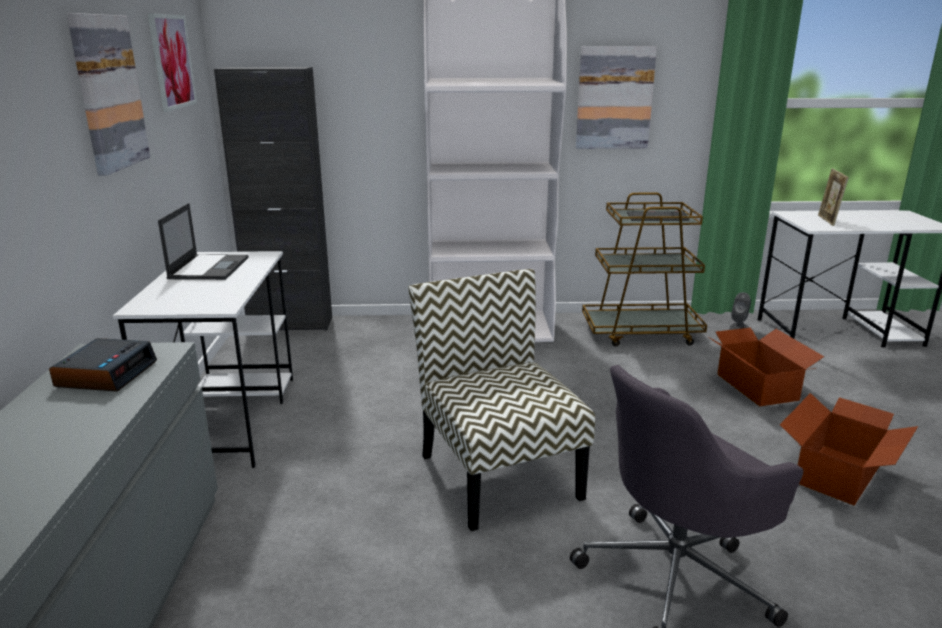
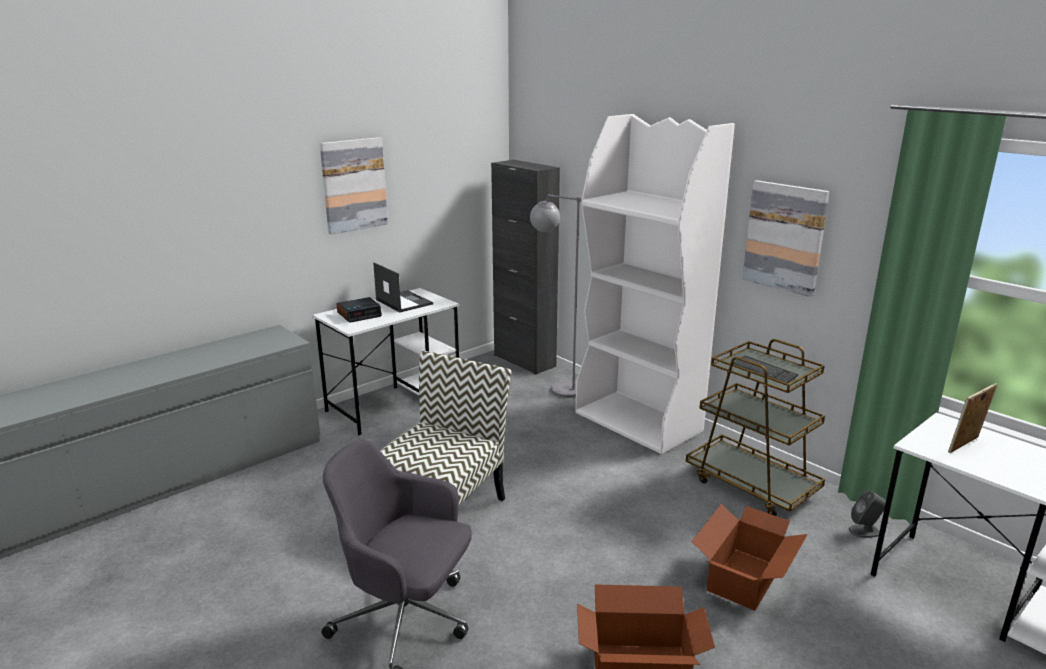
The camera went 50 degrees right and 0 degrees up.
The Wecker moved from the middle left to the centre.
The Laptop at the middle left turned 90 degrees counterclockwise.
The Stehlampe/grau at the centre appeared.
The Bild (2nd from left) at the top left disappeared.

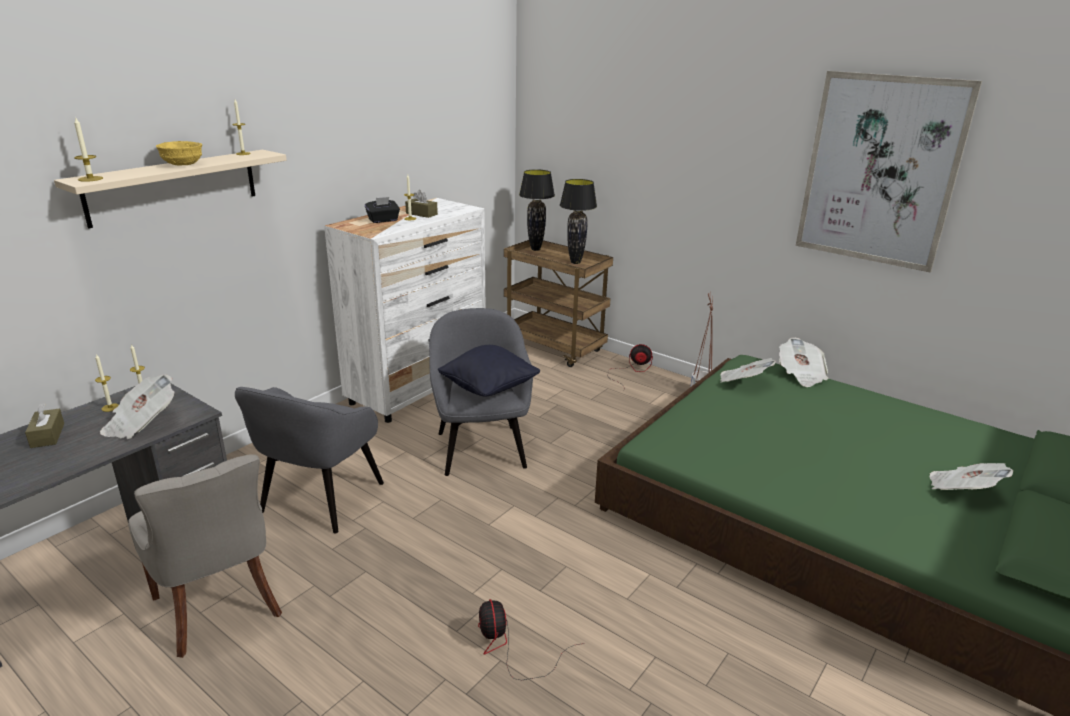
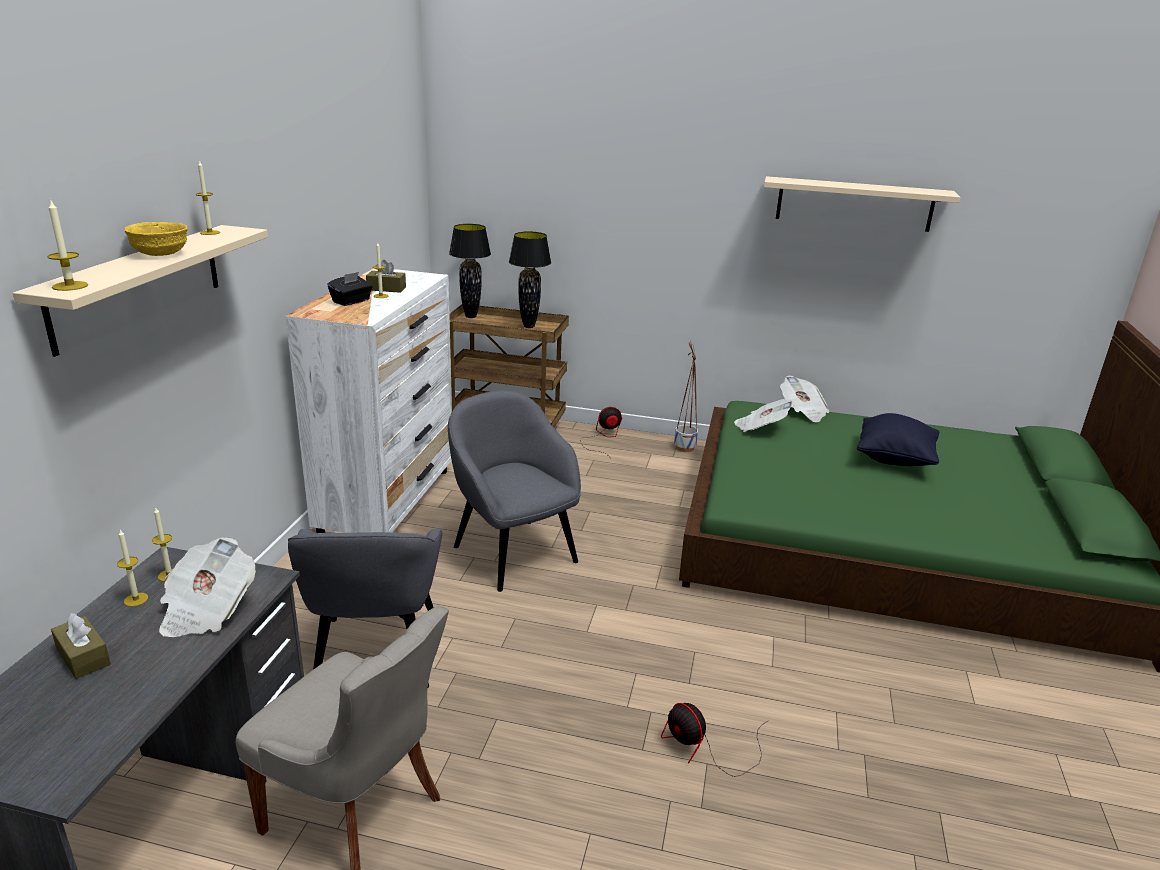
The camera went 25 degrees left and 0 degrees up.
The Bild at the top right was replaced by the Wandregal/beige (2nd from left) at the top right.
The Kissen/schwarz moved from the centre to the middle right.
The Zeitung (4th from left) at the middle right disappeared.

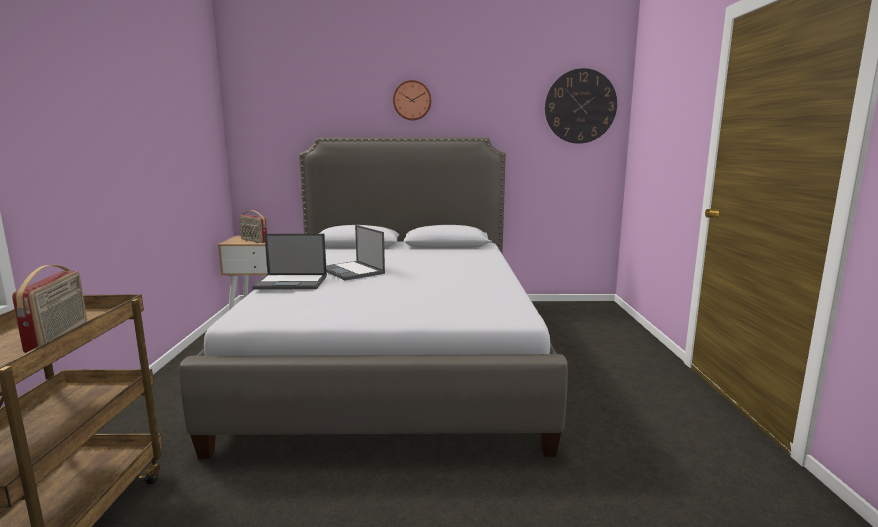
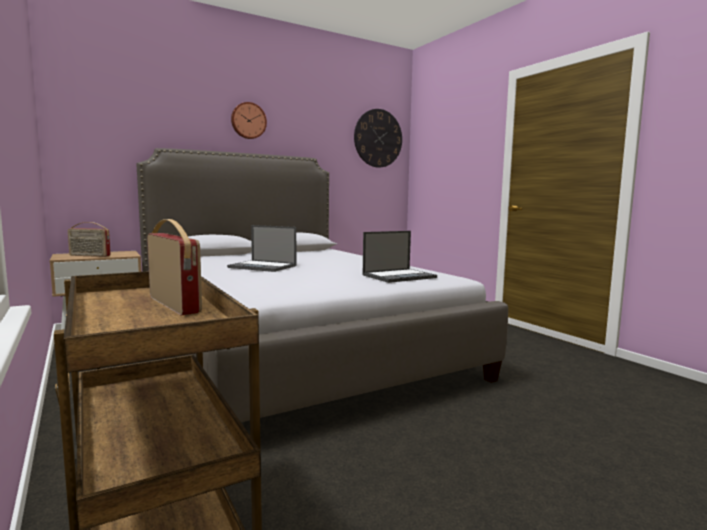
The camera went 30 degrees left and 5 degrees down.
The Laptop (1st from left in the first image) moved from the middle left to the centre.

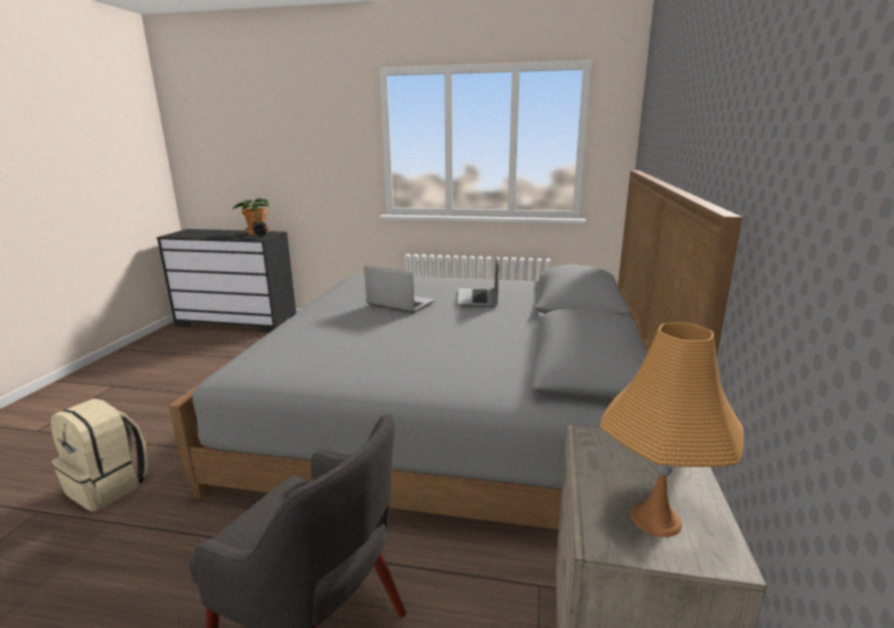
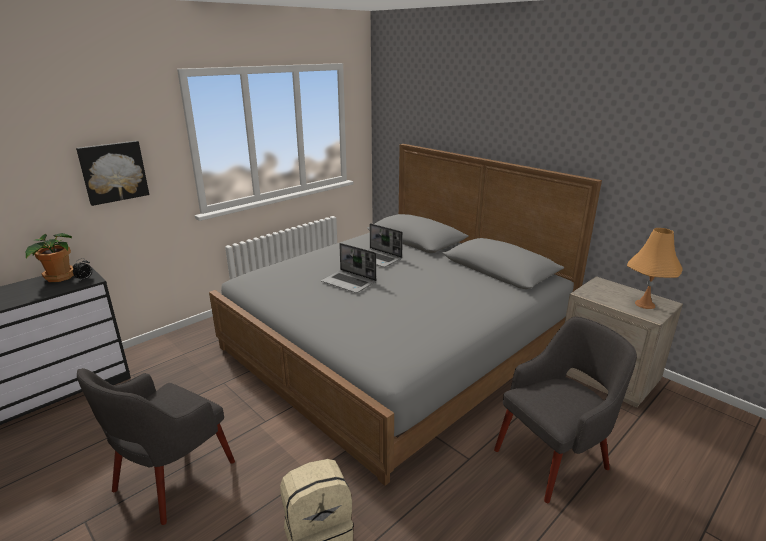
The camera went 55 degrees left and 5 degrees up.
The Bild at the top left appeared.
The Sessel/grau (1st from left) at the bottom left appeared.
The Laptop (1st from left) at the centre turned 120 degrees counterclockwise.

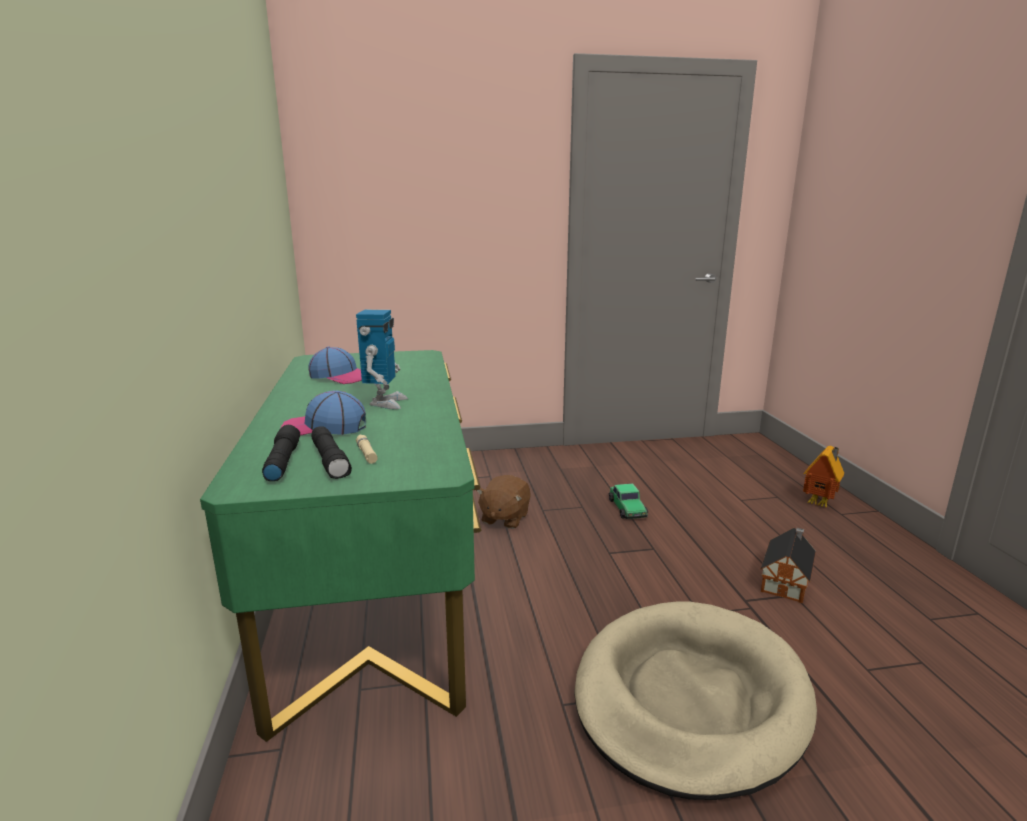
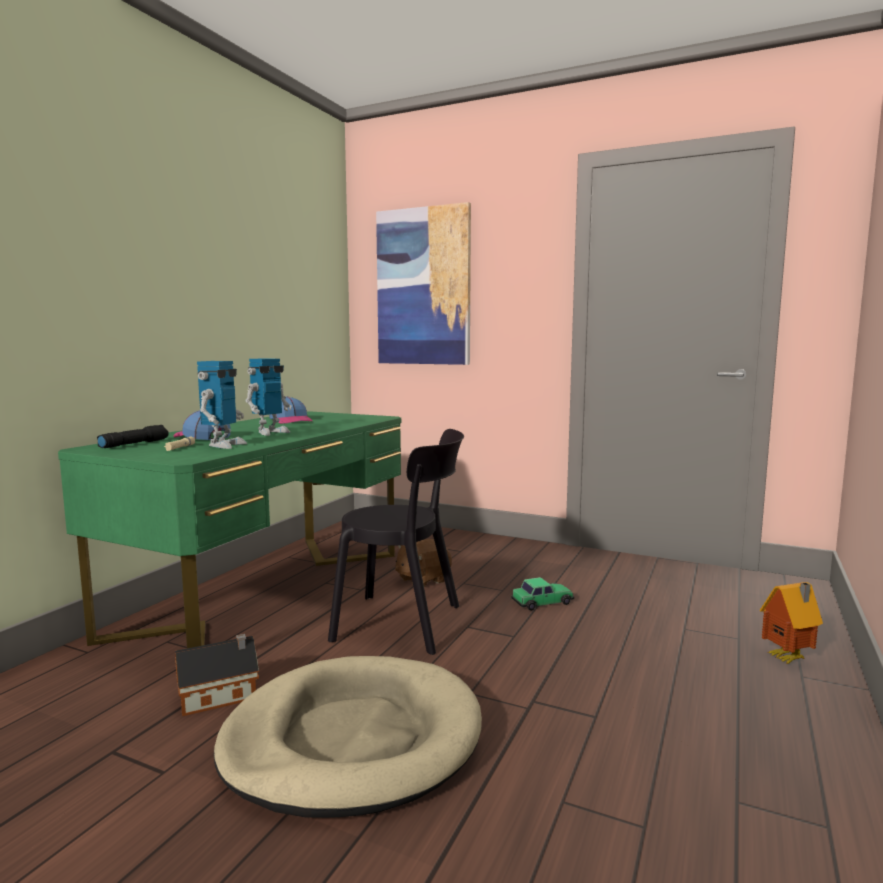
The camera went 35 degrees right and 10 degrees down.
The Spielzeughaus (1st from left) moved from the bottom right to the bottom left.
The Spielzeugroboter (1st from left) at the middle left appeared.
The Stuhl/schwarz at the centre appeared.
The Bild at the top centre appeared.
The Spielzeugauto at the centre turned 135 degrees counterclockwise.
The Taschenlampe/schwarz (2nd from left) at the middle left disappeared.

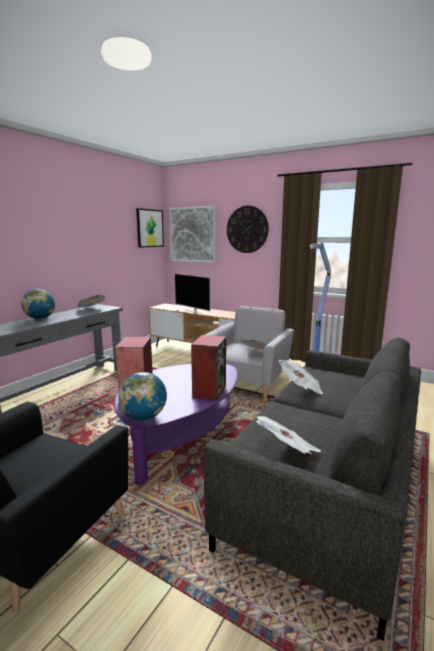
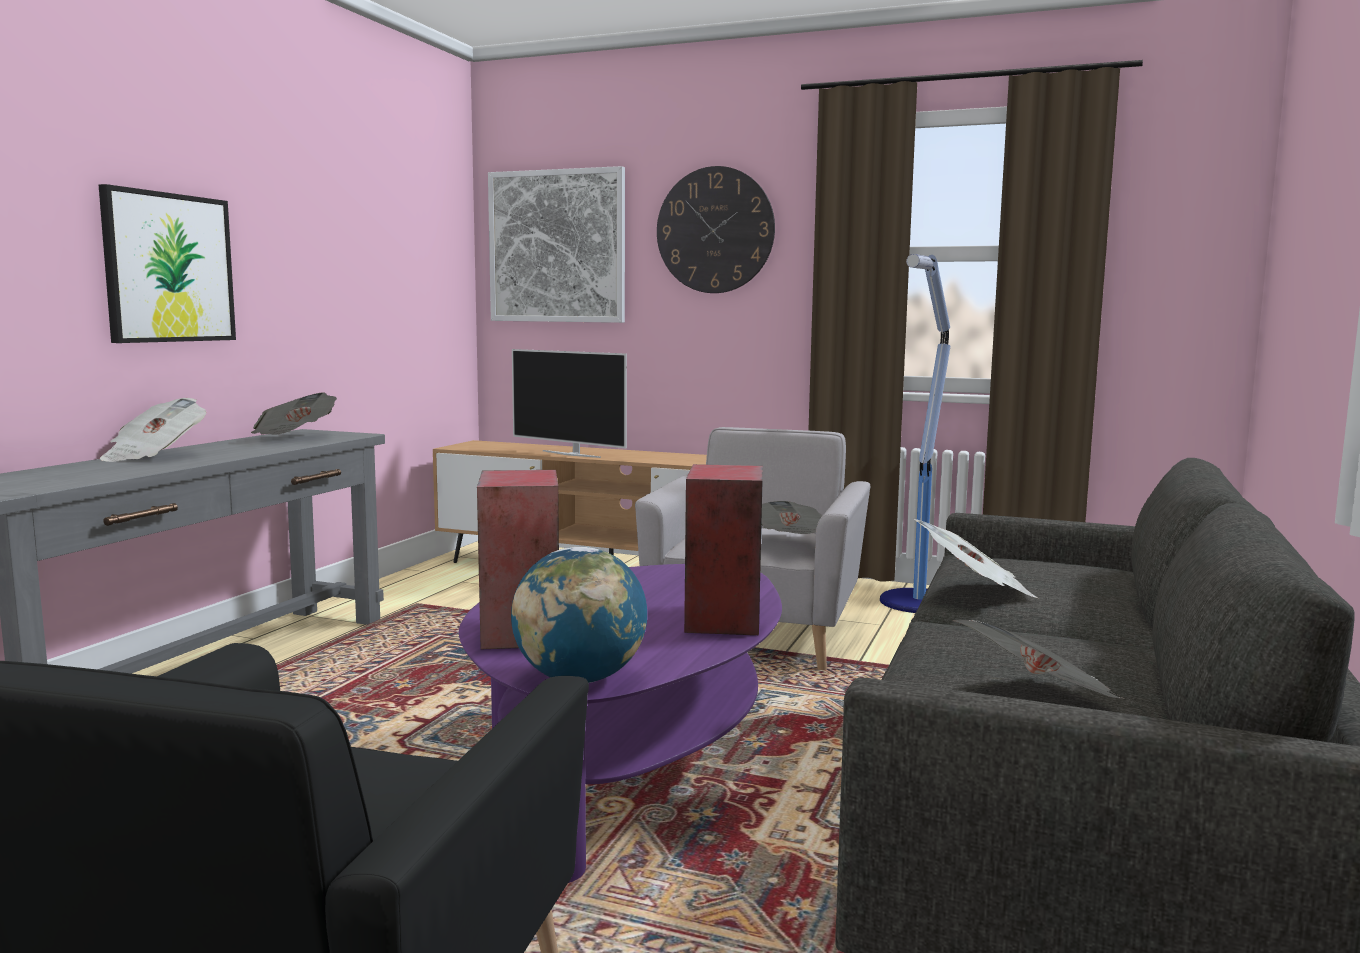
The camera went 10 degrees left and 5 degrees down.
The Bild (1st from left) moved from the centre to the top left.
The Globus (1st from left) at the middle left was replaced by the Zeitung (1st from left) at the middle left.

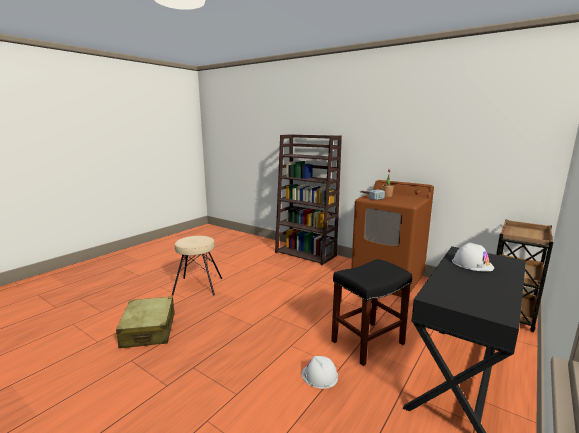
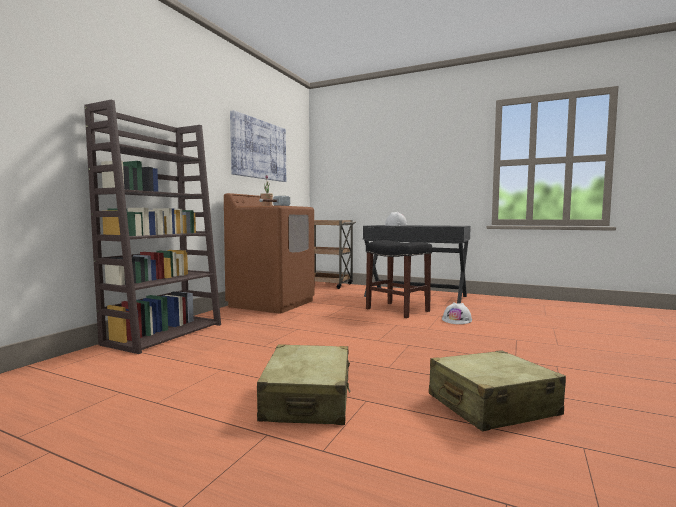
The camera went 100 degrees left and 10 degrees down.
The Bild at the top centre appeared.
The Hocker/beige at the centre was replaced by the Koffer/beige (1st from left) at the bottom centre.

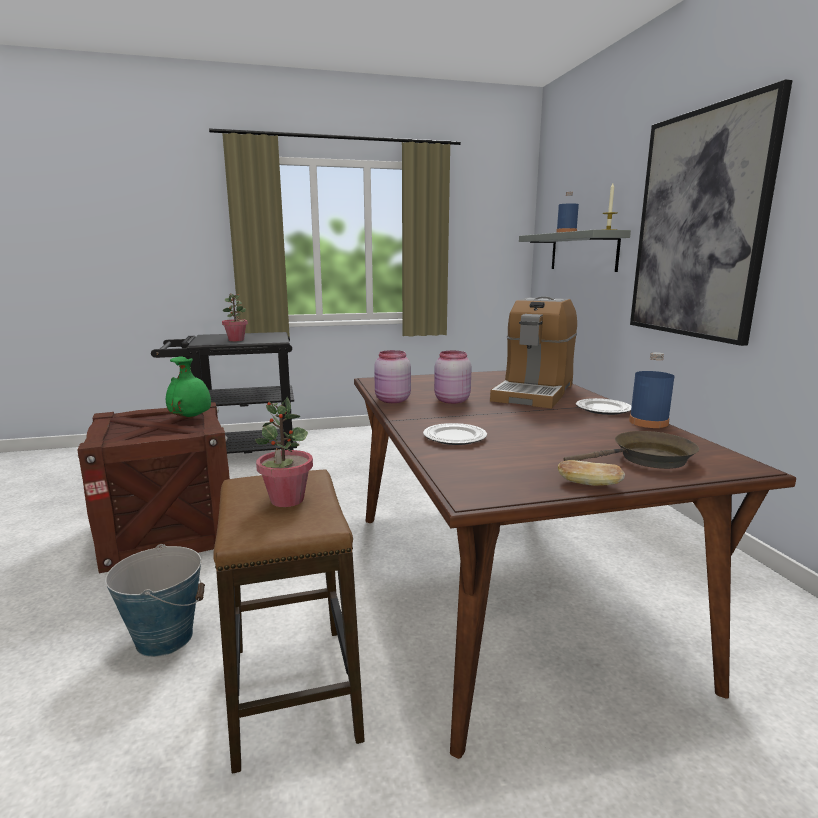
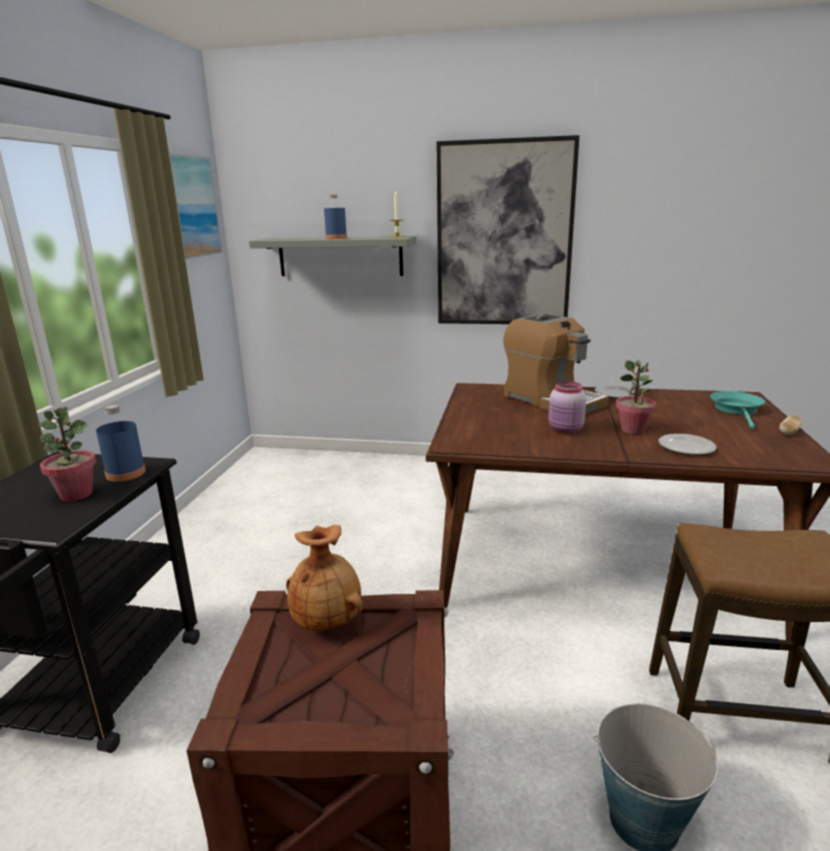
The camera went 65 degrees left and 5 degrees up.
The Flasche/blau (2nd from left in the first image) moved from the middle right to the middle left.
The Bild (1st from left) at the top left appeared.
The Vase/grün at the middle left became the Vase/braun at the bottom centre.
The Topfpflanze (2nd from left) moved from the centre to the middle right.
The Pfanne/braun at the middle right became the Pfanne/türkis at the middle right.
The Vorratsglas/rosa (1st from left) at the centre disappeared.

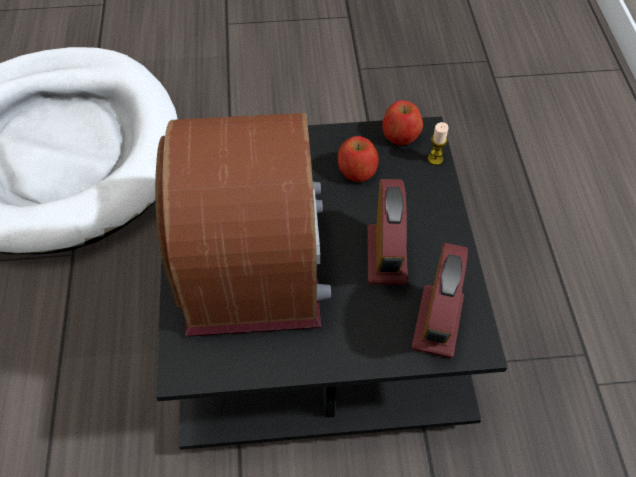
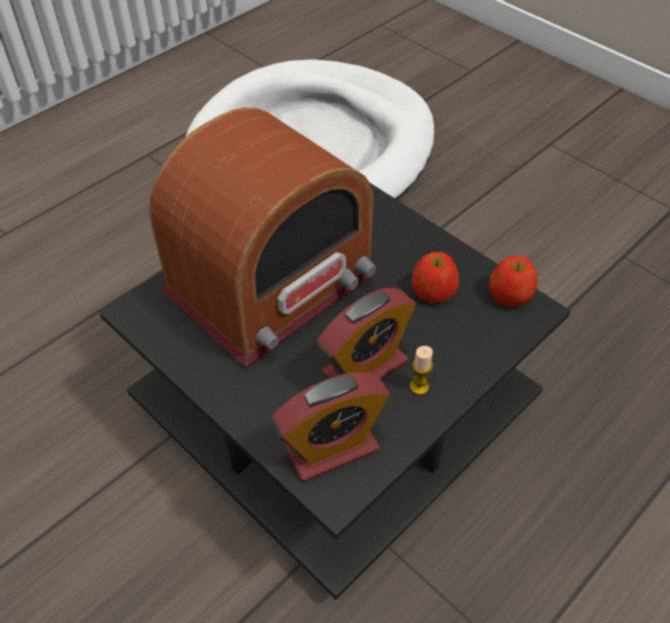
The camera went 50 degrees right and 5 degrees down.
The Kerze moved from the top right to the centre.

